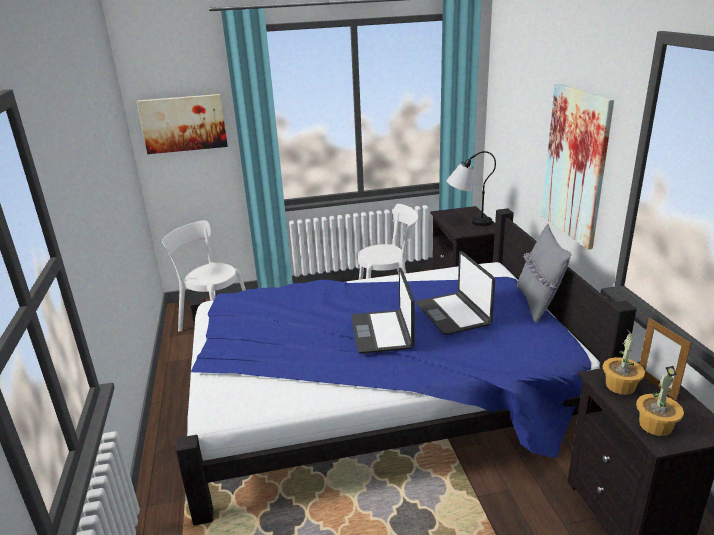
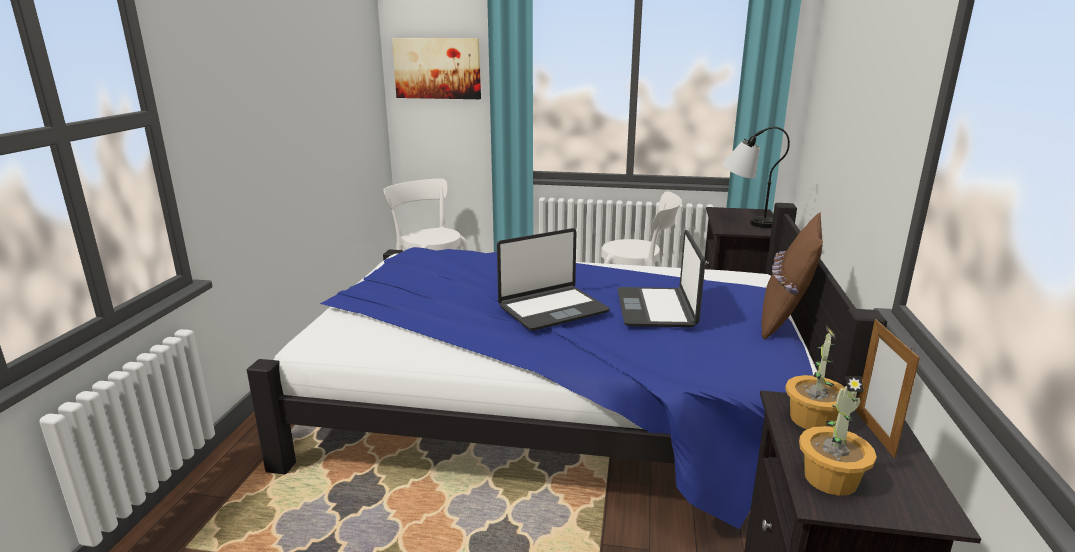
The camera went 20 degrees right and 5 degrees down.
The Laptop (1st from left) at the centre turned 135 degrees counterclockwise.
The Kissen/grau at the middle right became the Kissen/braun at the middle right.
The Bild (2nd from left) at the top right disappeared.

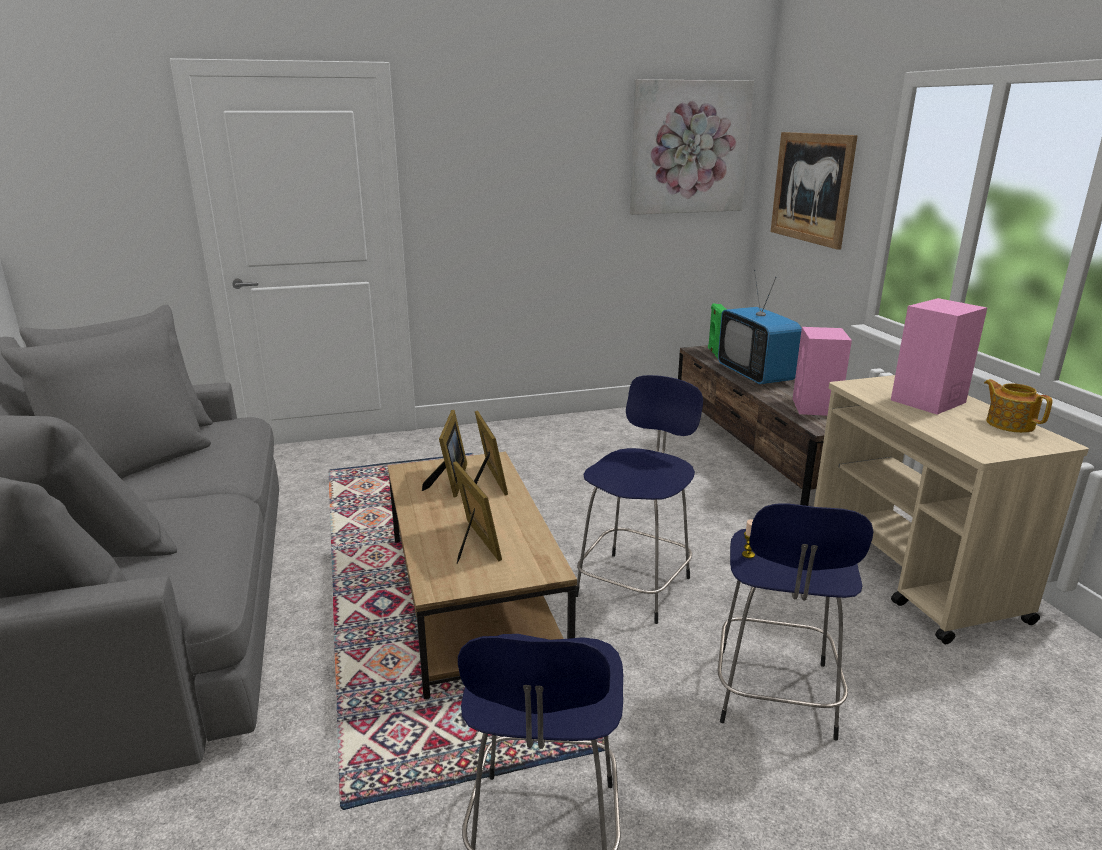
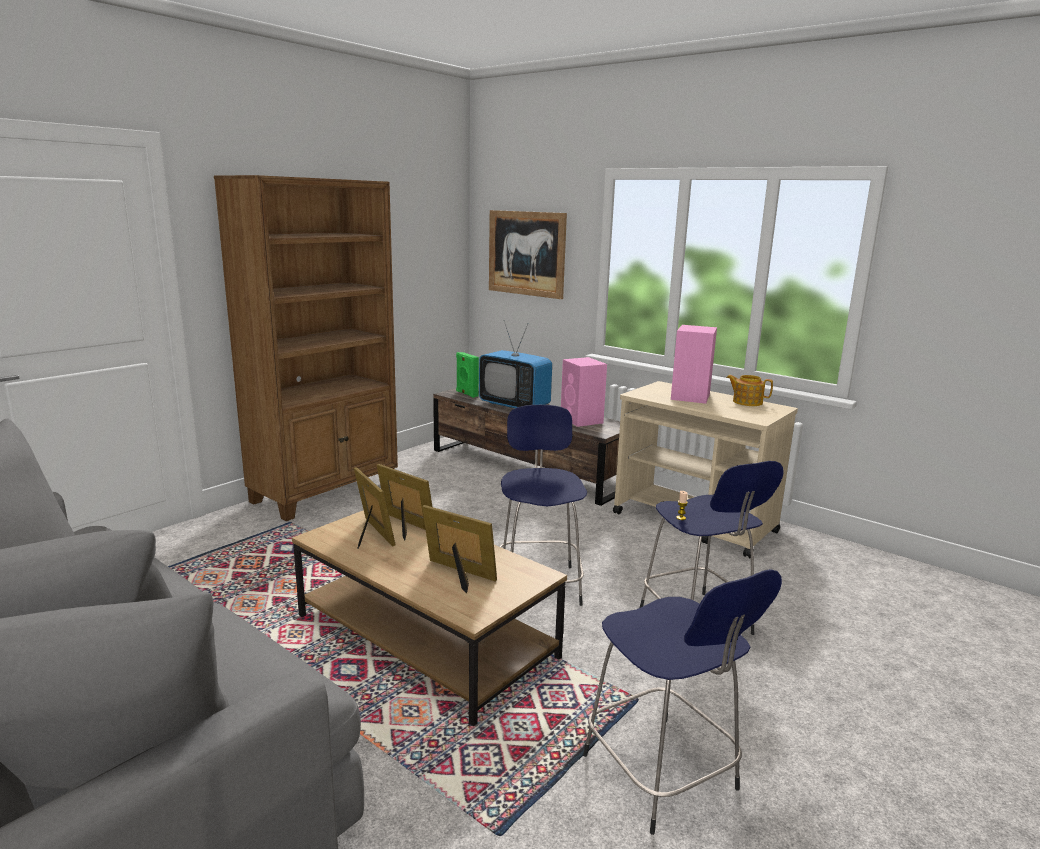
The camera went 35 degrees left and 5 degrees down.
The Bücherregal/braun at the middle left appeared.
The Bild (1st from left) at the top centre disappeared.

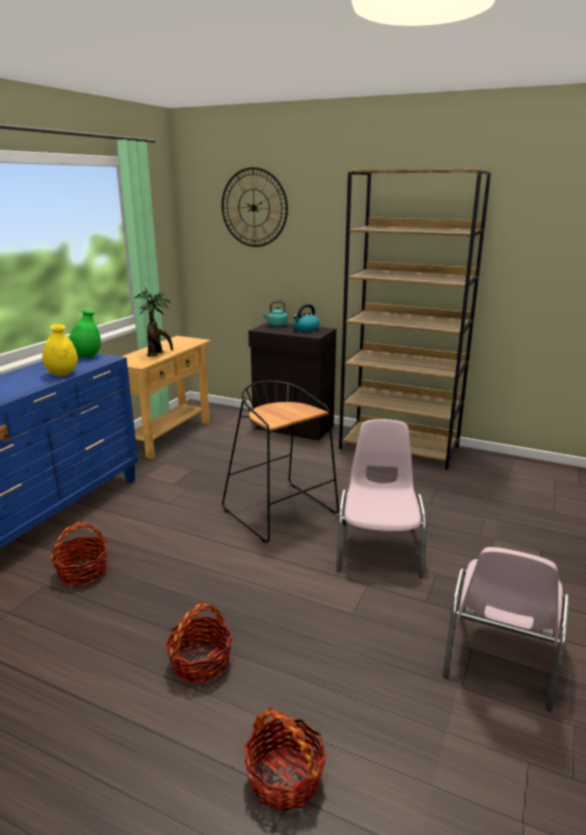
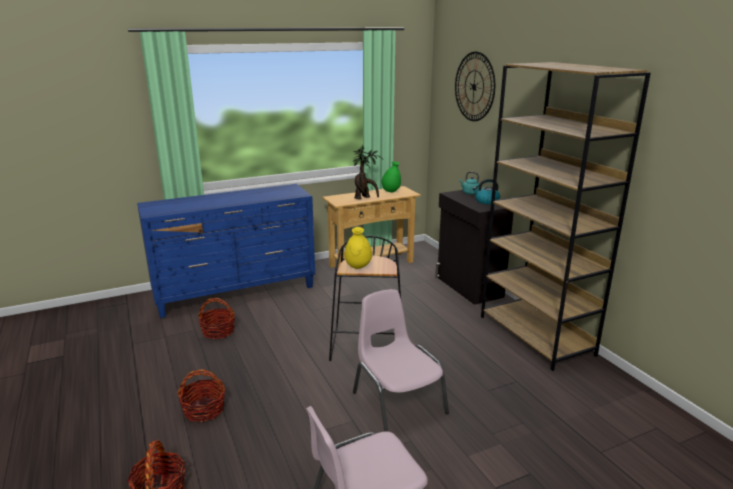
The camera went 40 degrees right and 0 degrees up.
The Vase/gelb moved from the middle left to the centre.
The Stuhl/rosa (1st from left in the first image) at the centre turned 75 degrees counterclockwise.
The Vase/grün moved from the middle left to the centre.

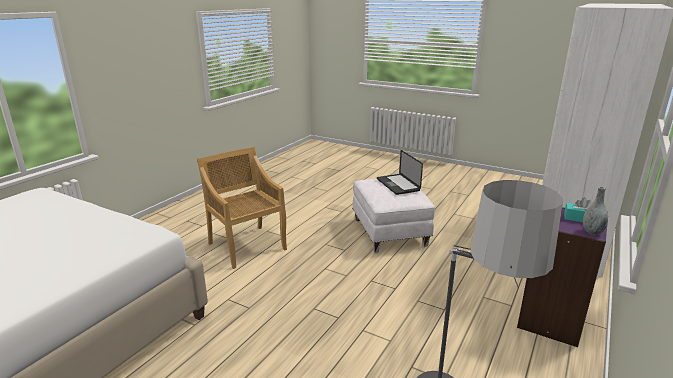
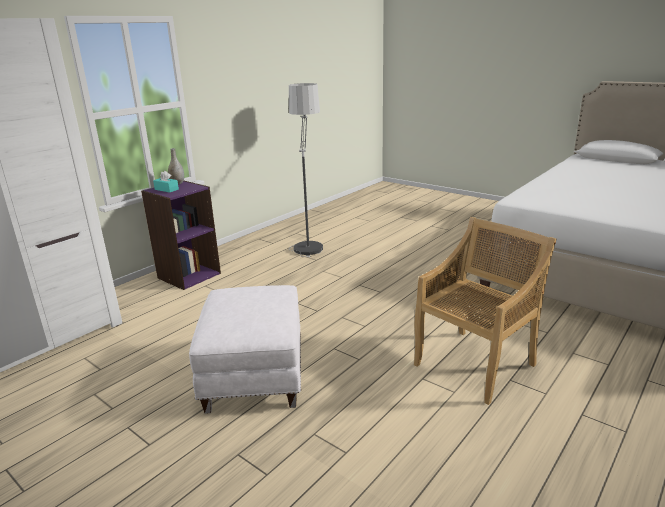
The camera went 170 degrees left and 0 degrees up.
The Stuhl/beige at the centre turned 105 degrees counterclockwise.
The Laptop at the centre disappeared.

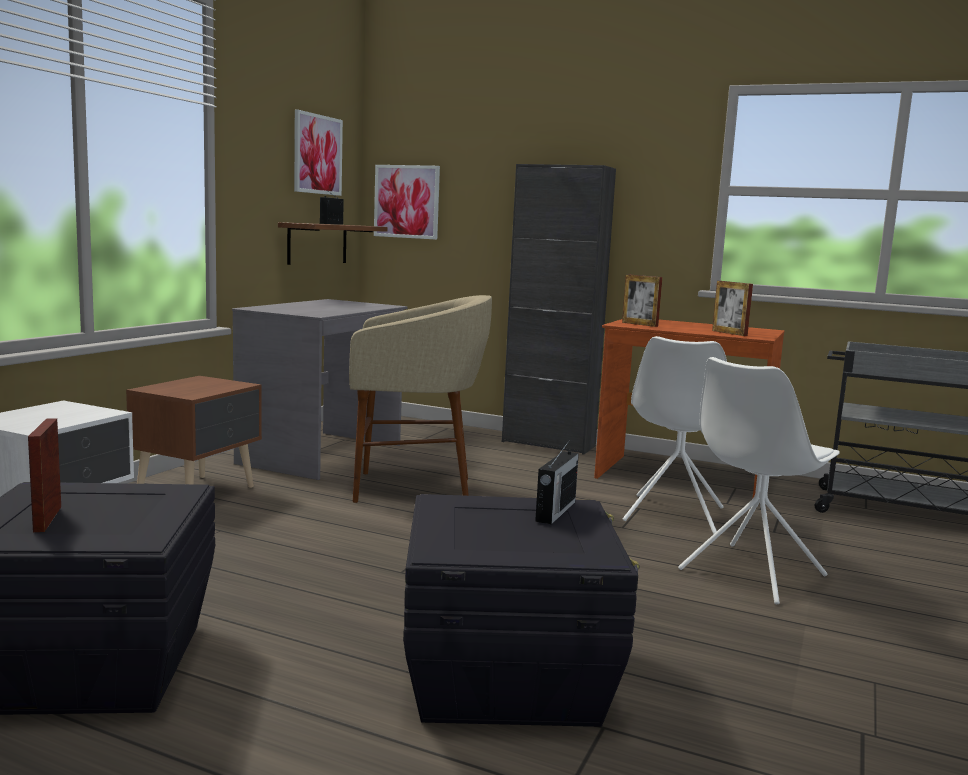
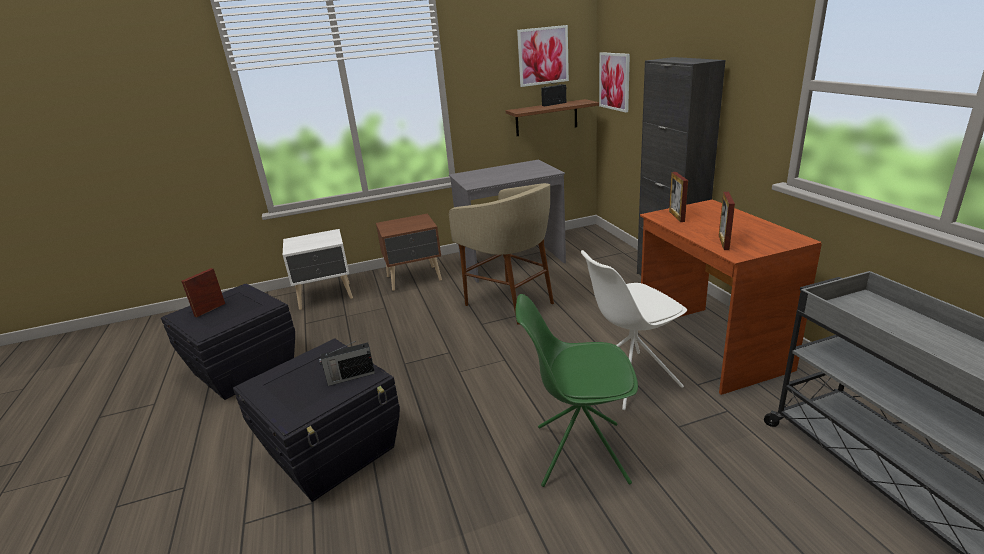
The camera went 50 degrees right and 15 degrees up.
The Stuhl/weiß (2nd from left) at the middle right became the Stuhl/grün at the bottom centre.

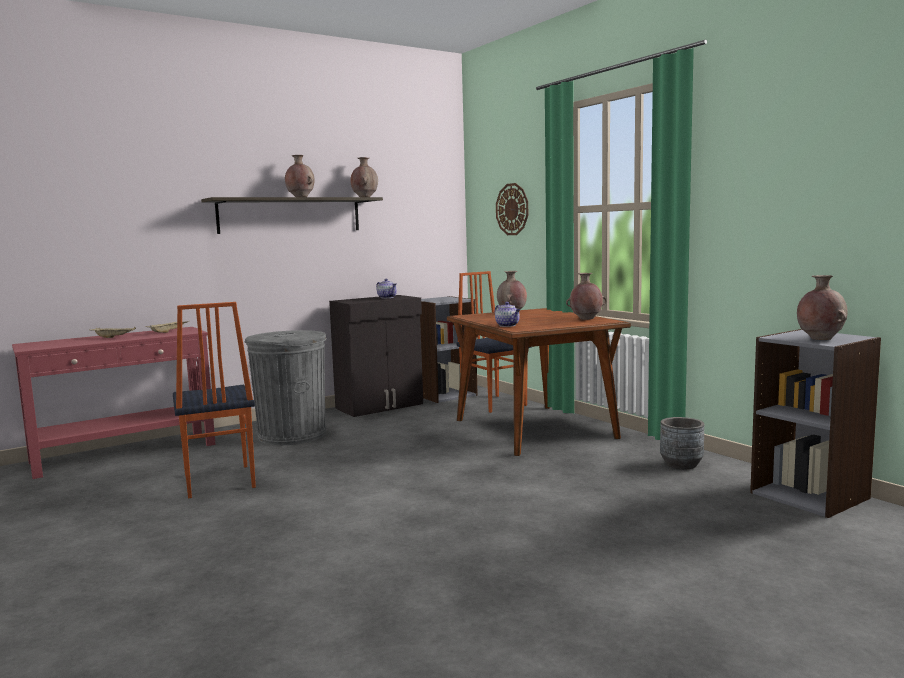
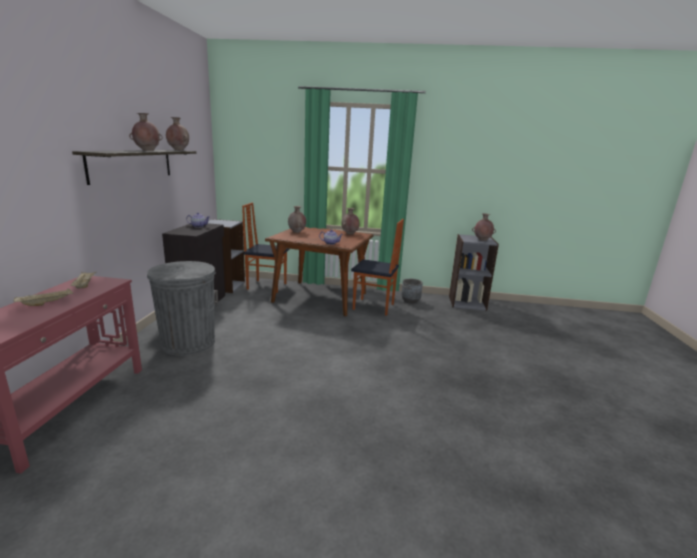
The camera went 50 degrees left and 10 degrees up.
The Stuhl (1st from left in the first image) moved from the middle left to the centre.
The Wanduhr at the top centre disappeared.

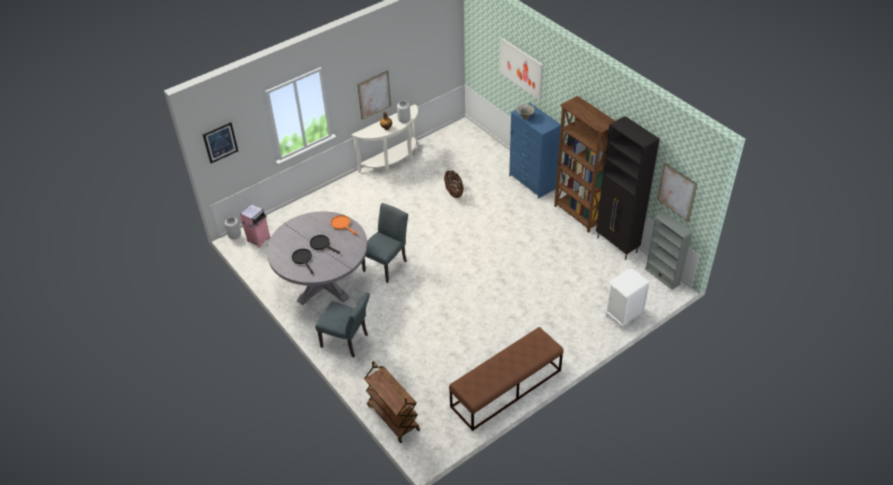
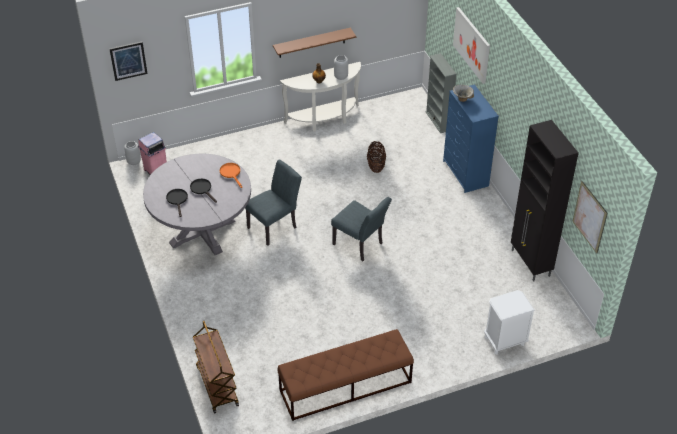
The camera went 15 degrees right and 0 degrees up.
The Bild (2nd from left) at the top centre was replaced by the Wandregal/braun at the top centre.
The Stuhl/grau (1st from left in the first image) moved from the bottom centre to the centre.
The Bücherregal/grau moved from the middle right to the top centre.
The Bücherregal/braun at the centre disappeared.

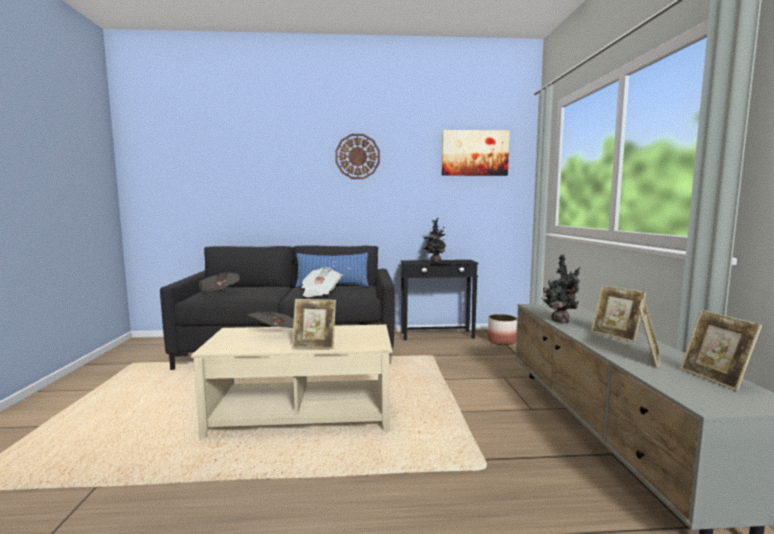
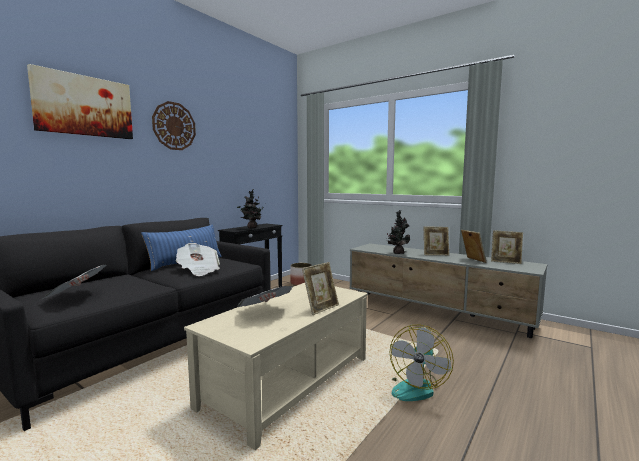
The camera went 50 degrees left and 0 degrees up.
The Bild moved from the top centre to the top left.
The Ventilator at the bottom centre appeared.

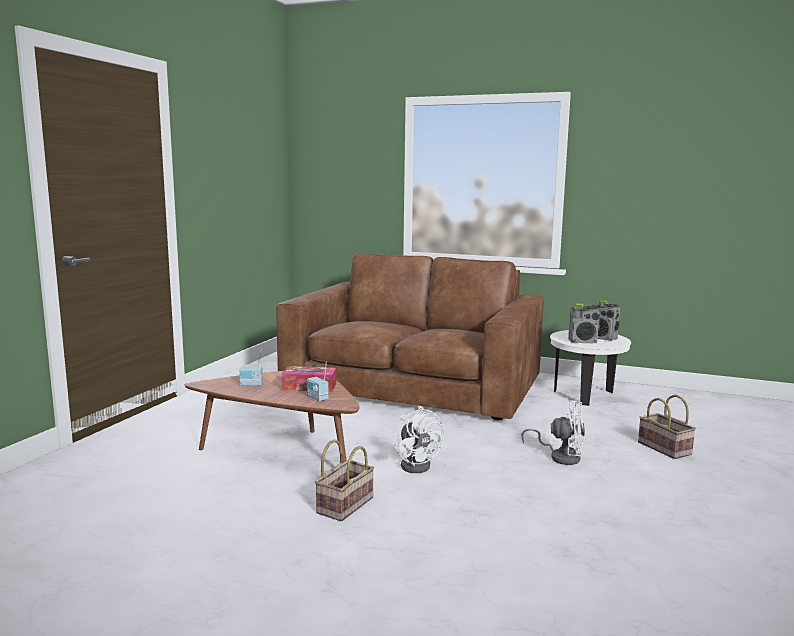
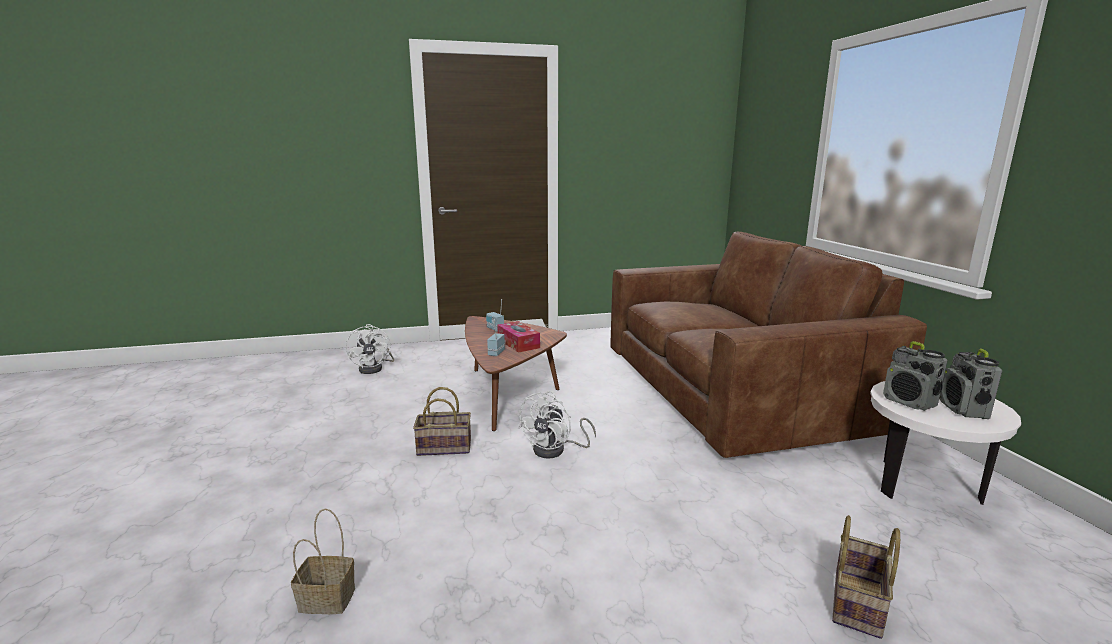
The camera went 55 degrees right and 5 degrees up.
The Korb (1st from left) at the bottom left appeared.
The Ventilator/weiß (2nd from left in the first image) moved from the bottom right to the middle left.

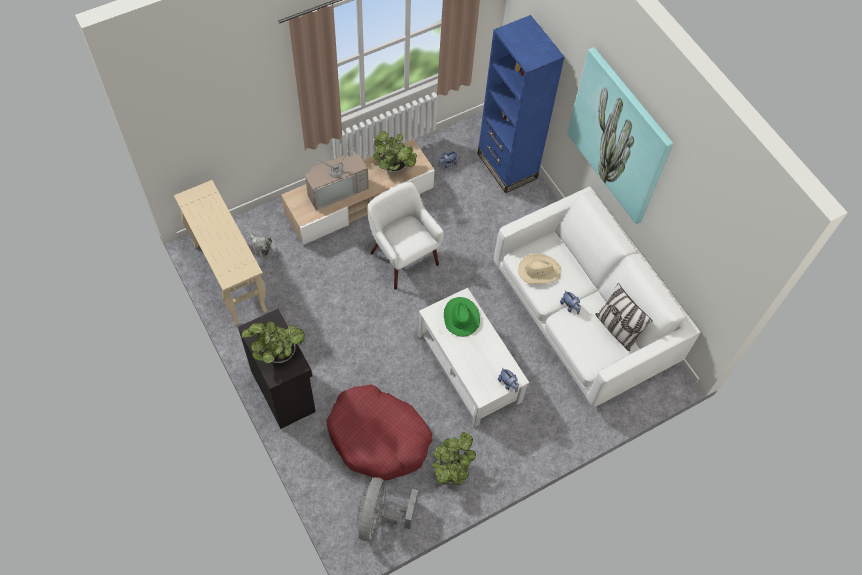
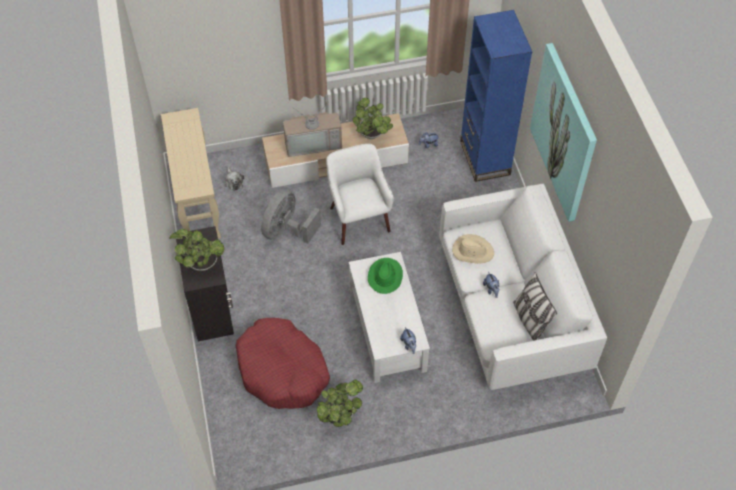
The camera went 20 degrees right and 5 degrees down.
The Ventilator/grau moved from the bottom centre to the centre.

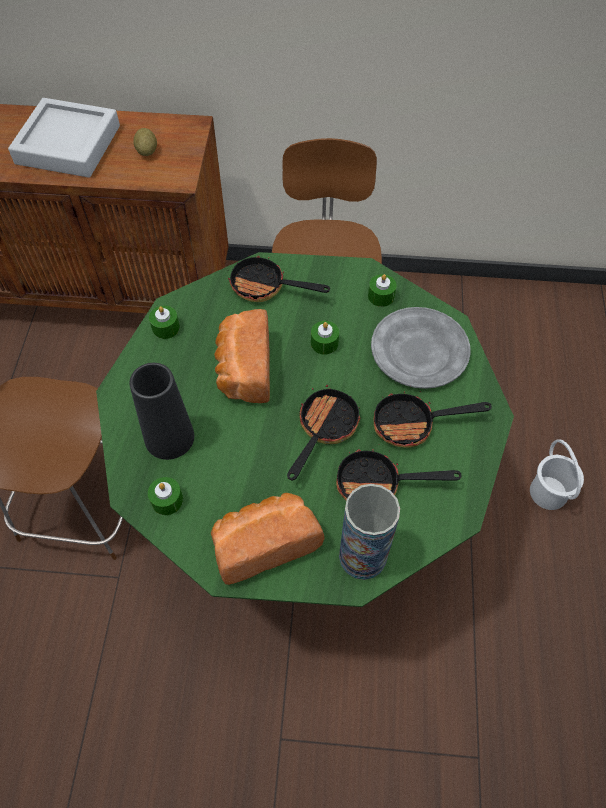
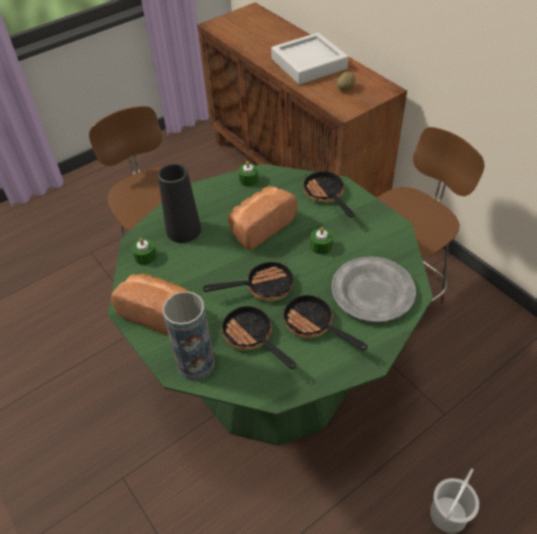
The camera went 50 degrees right and 10 degrees down.
The Kerze/grün (4th from left) at the centre disappeared.

